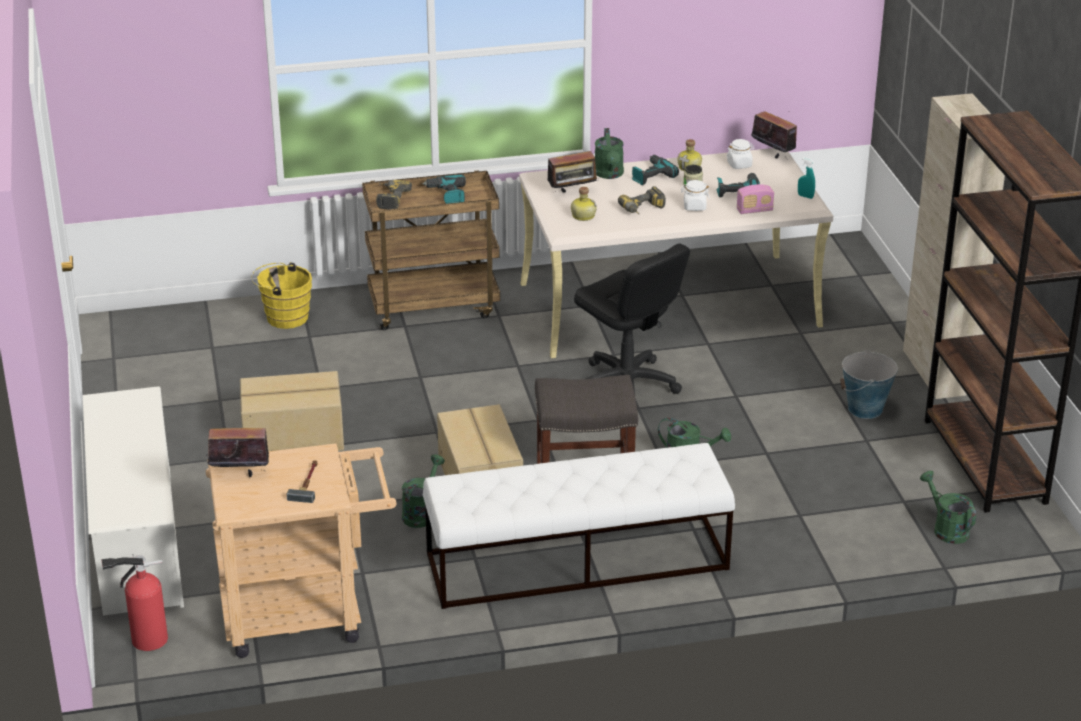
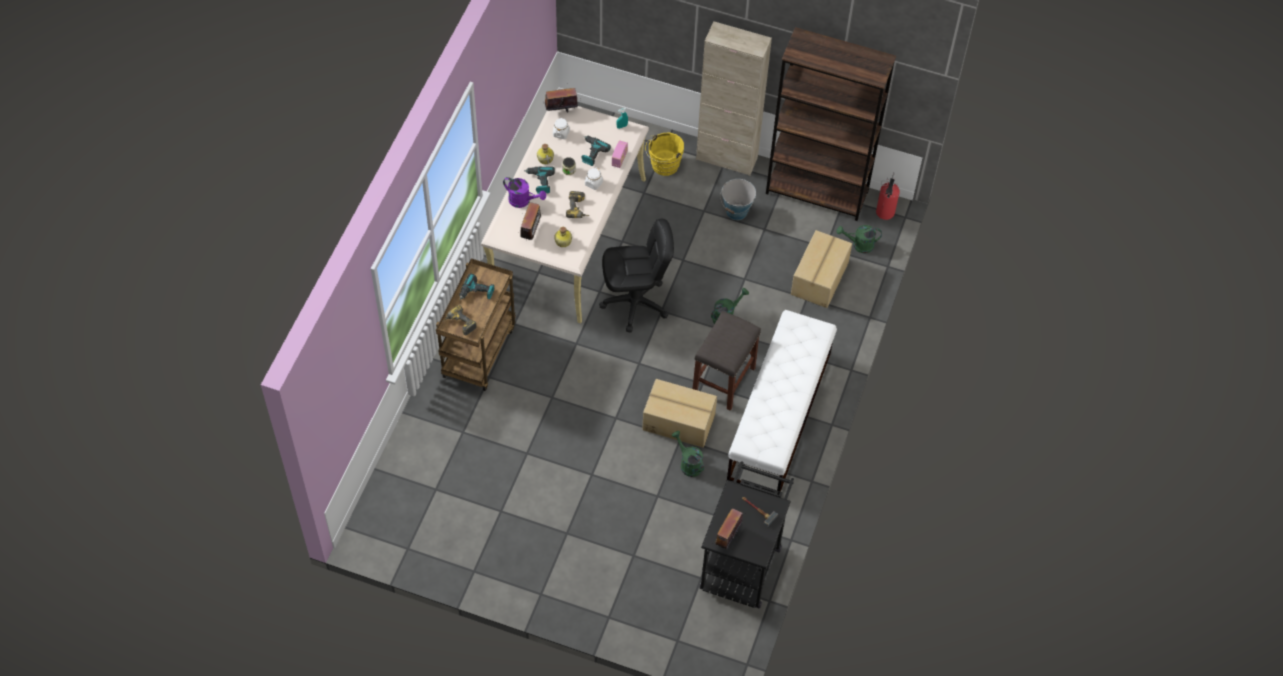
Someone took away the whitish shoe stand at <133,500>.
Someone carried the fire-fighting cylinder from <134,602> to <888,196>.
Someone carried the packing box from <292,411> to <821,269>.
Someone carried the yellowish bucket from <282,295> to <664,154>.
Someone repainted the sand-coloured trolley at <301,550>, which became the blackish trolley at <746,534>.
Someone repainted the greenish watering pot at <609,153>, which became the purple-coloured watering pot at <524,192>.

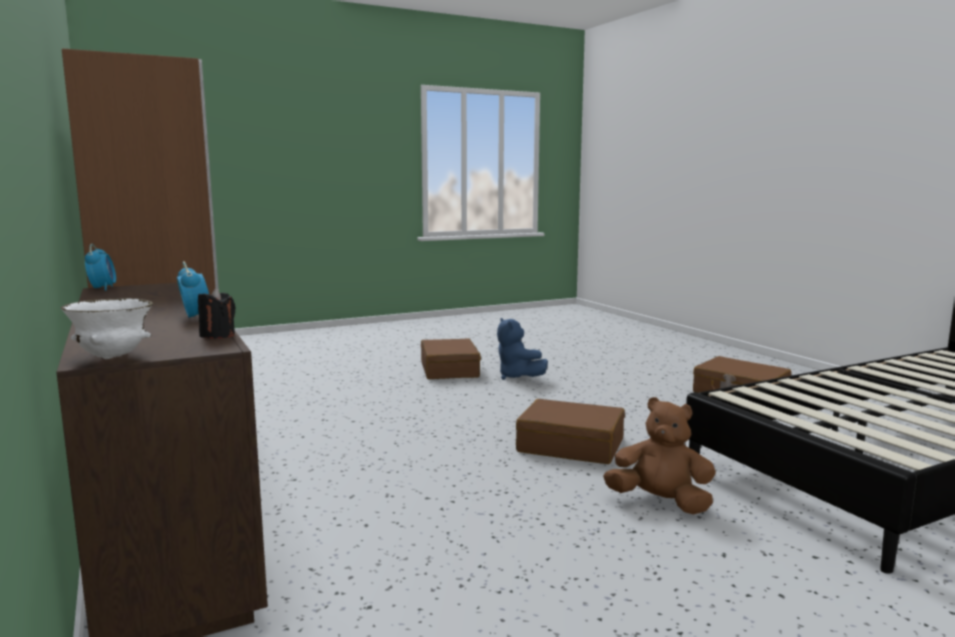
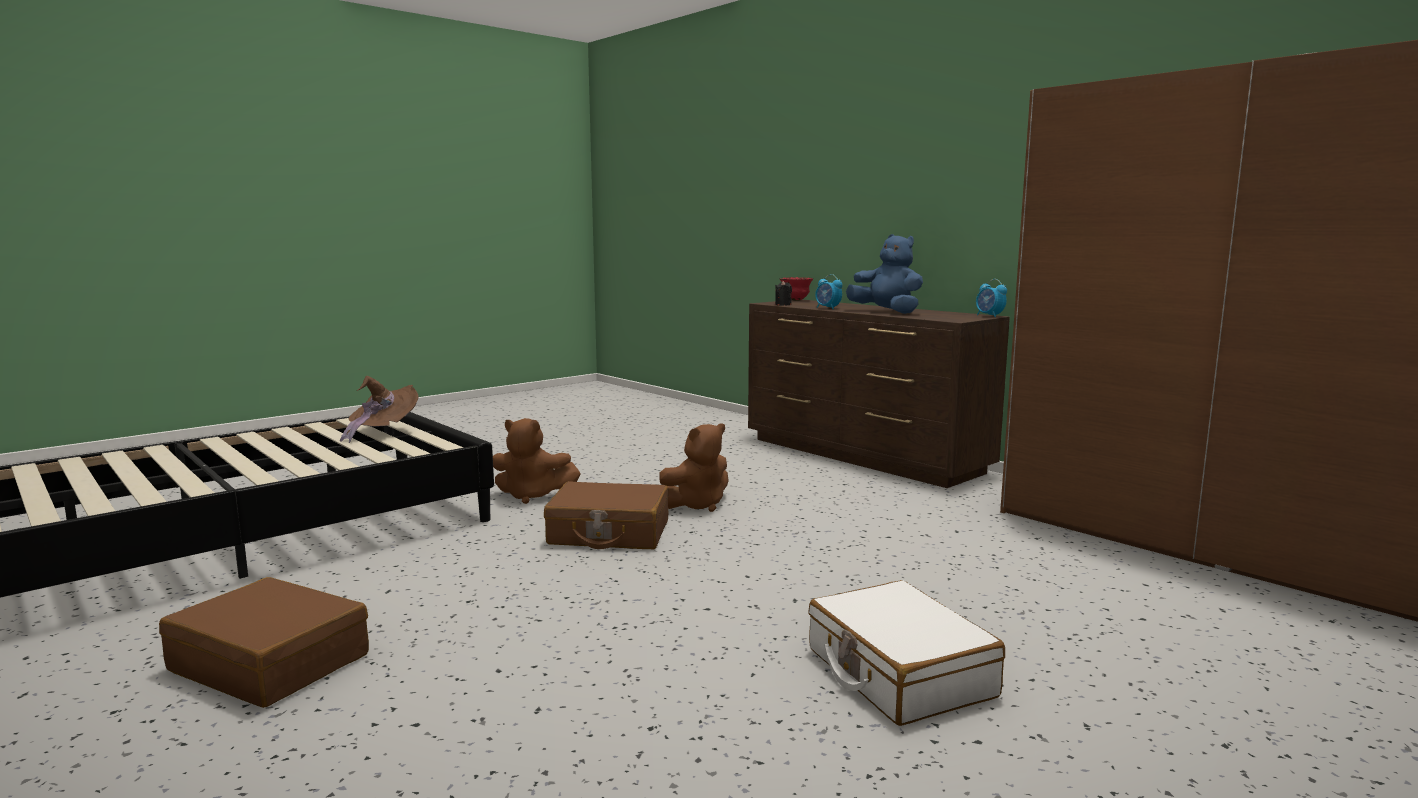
Someone put down the brownish wearable hat at <379,409>.
Someone put down the brownish cuddly toy at <694,467>.
Someone carried the blue cuddly toy from <522,349> to <884,274>.
Someone repainted the whitish bowl at <107,328>, which became the reddish bowl at <796,289>.
Someone repainted the brownish travel case at <451,358>, which became the whitish travel case at <906,653>.

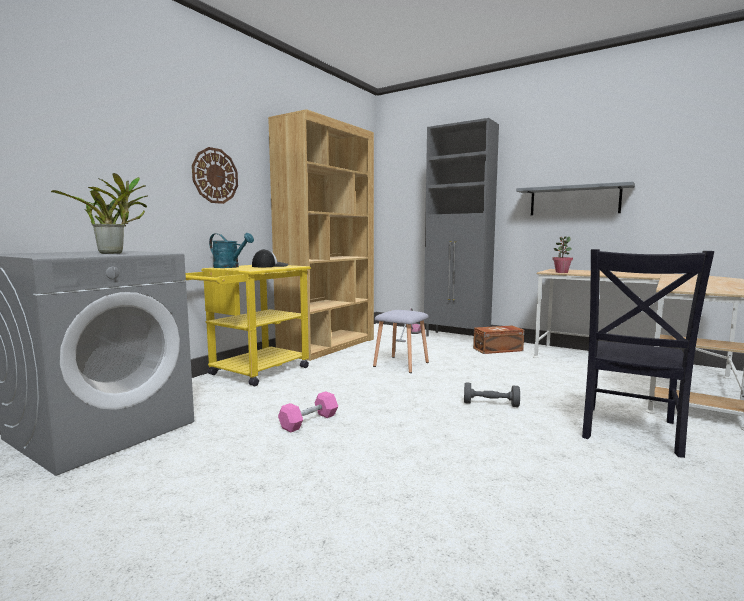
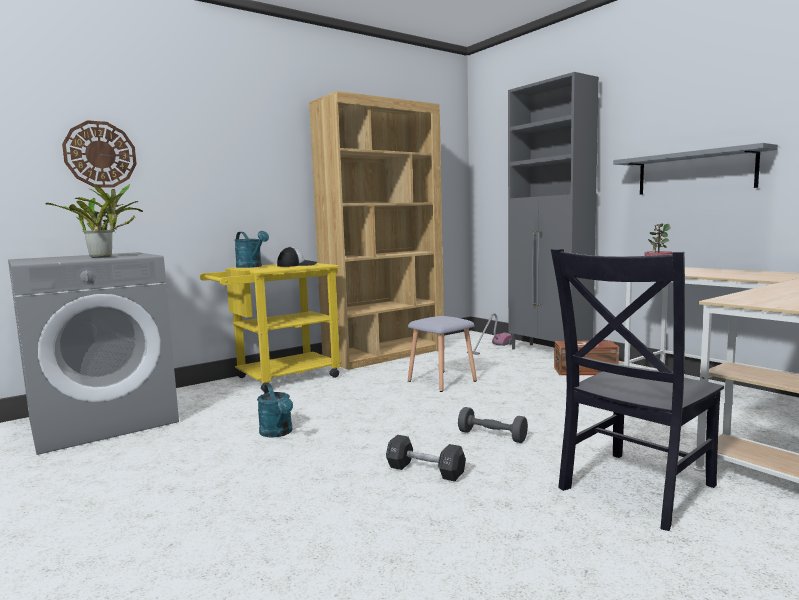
Someone put down the blackish dumbbell at <426,458>.
Someone carried the wall clock from <215,175> to <99,154>.
Someone swapped the pinkish dumbbell at <308,411> for the blue-green watering pot at <275,410>.

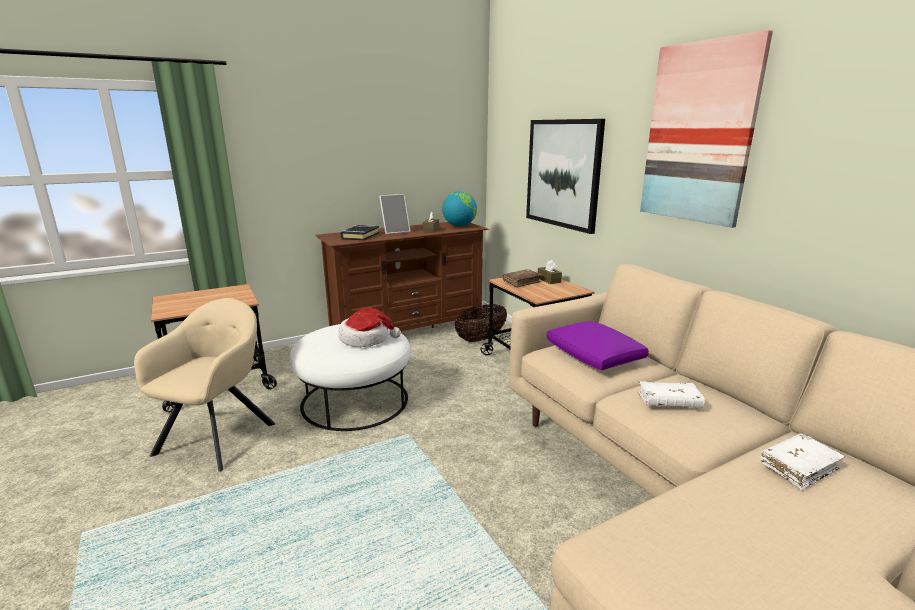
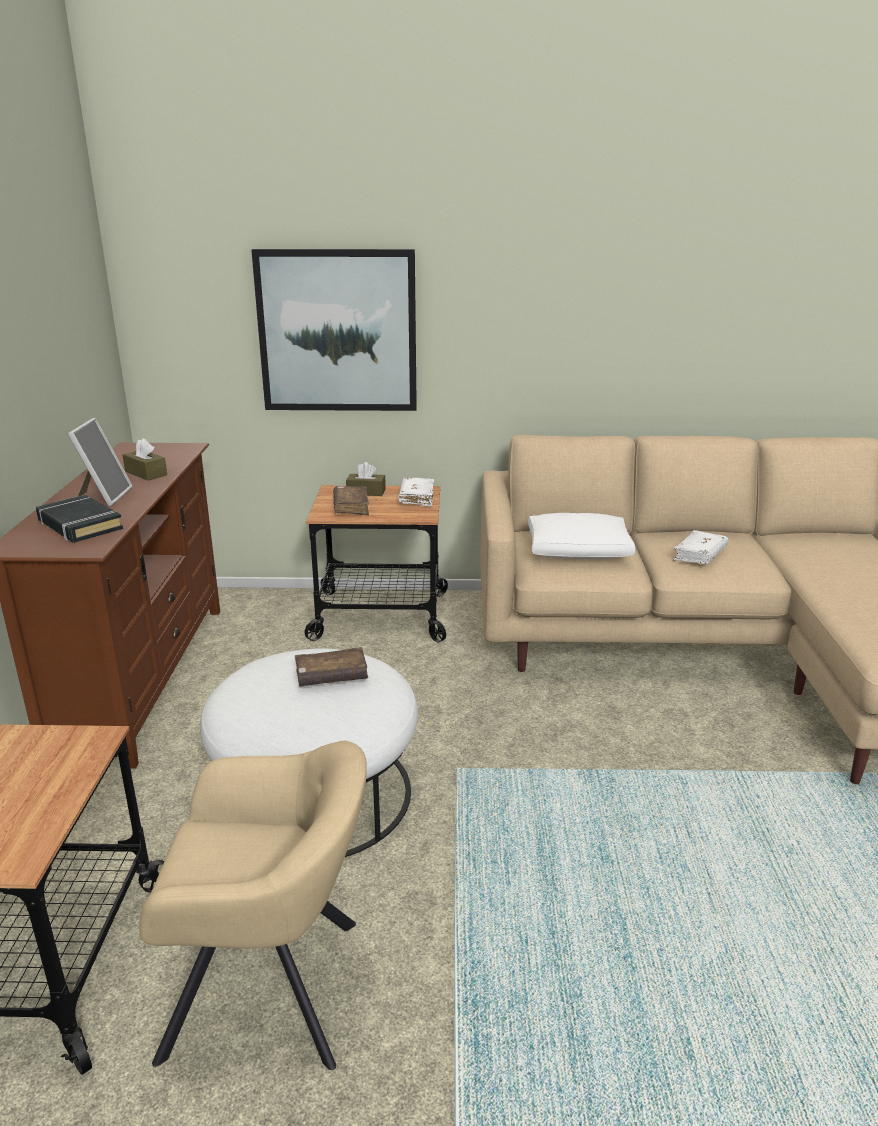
Someone took away the globe at <459,209>.
Someone took away the basket at <480,323>.
Someone took away the wall art at <706,129>.
Someone carried the whitish book from <802,462> to <416,492>.
Someone swapped the wearable hat at <370,327> for the brownish book at <331,666>.
Someone repainted the purple-coloured cushion at <598,345>, which became the whitish cushion at <581,536>.
Someone rotated the sand-coloured lounge chair at <204,385> by 135 degrees clockwise.

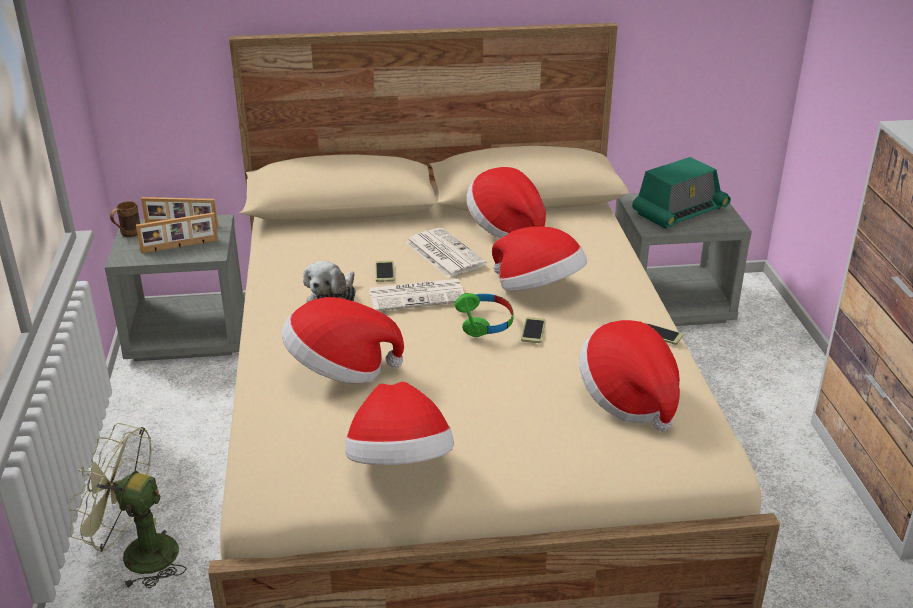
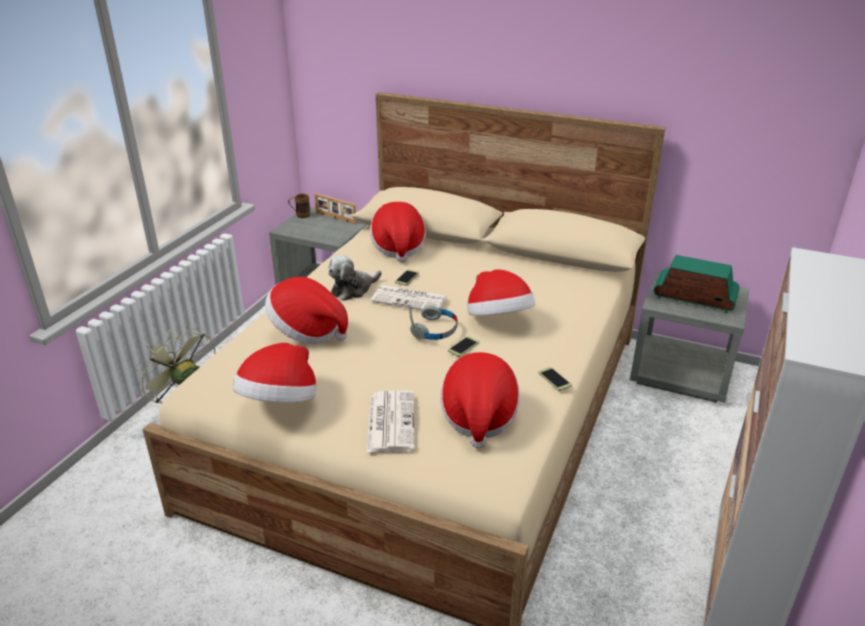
Someone took away the standing frame at <177,232>.
Someone carried the newspaper from <446,253> to <391,421>.
Someone carried the wearable hat from <506,202> to <398,232>.
Someone repainted the greenish headset at <484,315>, which became the grey headset at <433,322>.
Someone rotated the radio at <681,193> by 150 degrees counterclockwise.

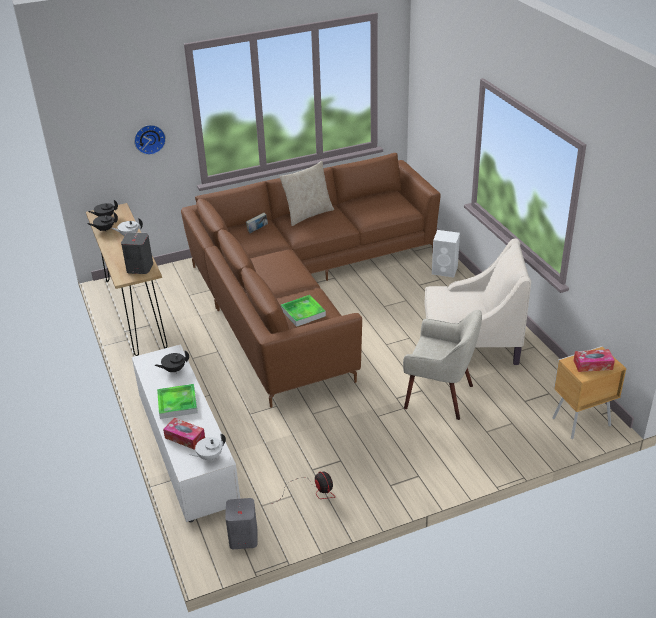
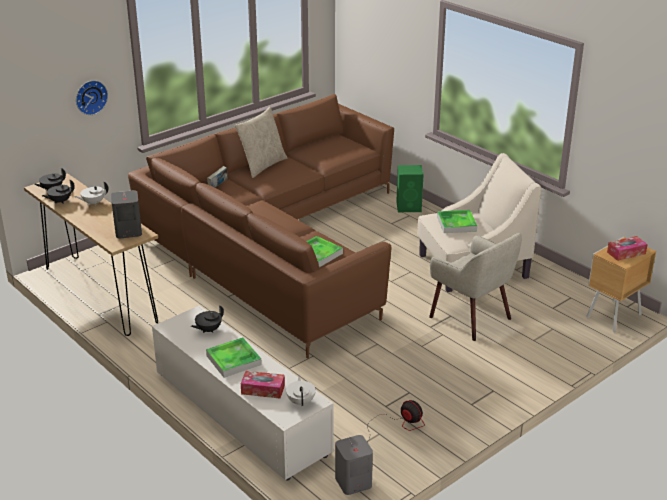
Someone put down the carrying tray at <457,221>.
Someone repainted the whitish audio speaker at <446,254>, which became the greenish audio speaker at <410,188>.
Someone rotated the whitish pot for tea at <208,447> by 135 degrees clockwise.
Someone rotated the sand-coloured lounge chair at <442,365> by 45 degrees clockwise.

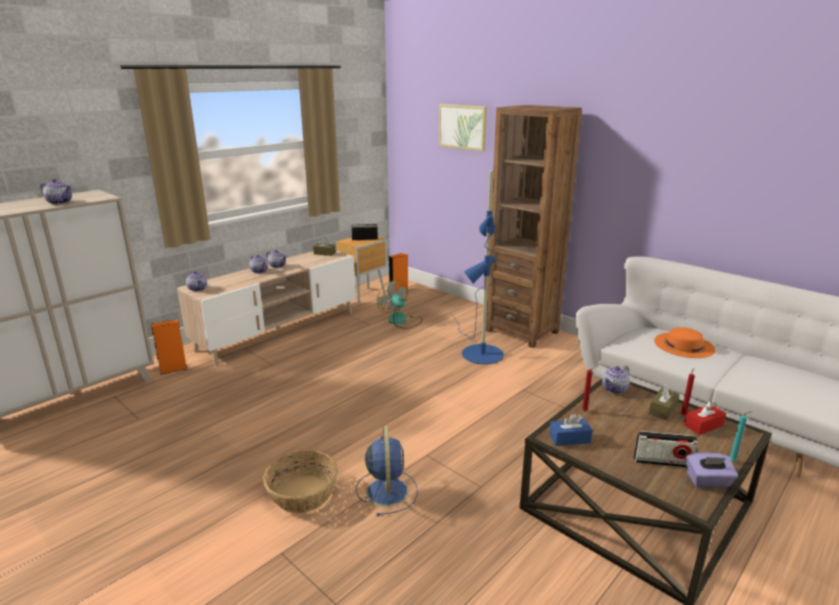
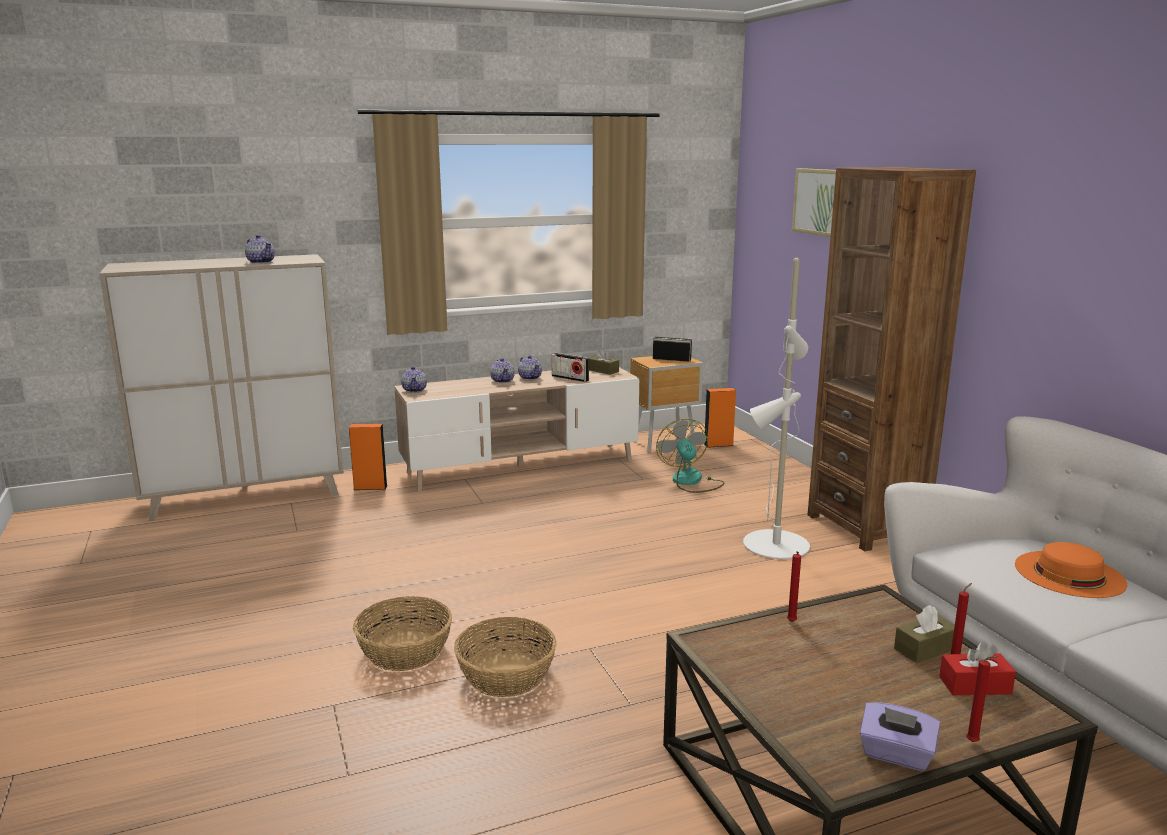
Someone took away the blue tissue holder at <570,429>.
Someone took away the pot for tea at <616,380>.
Someone carried the radio from <666,449> to <570,367>.
Someone swapped the blue electric fan at <387,471> for the basket at <505,657>.
Someone repainted the blue floor lamp at <477,267>, which became the whitish floor lamp at <776,408>.
Someone repainted the blue-green wax candle at <740,436>, which became the reddish wax candle at <982,699>.

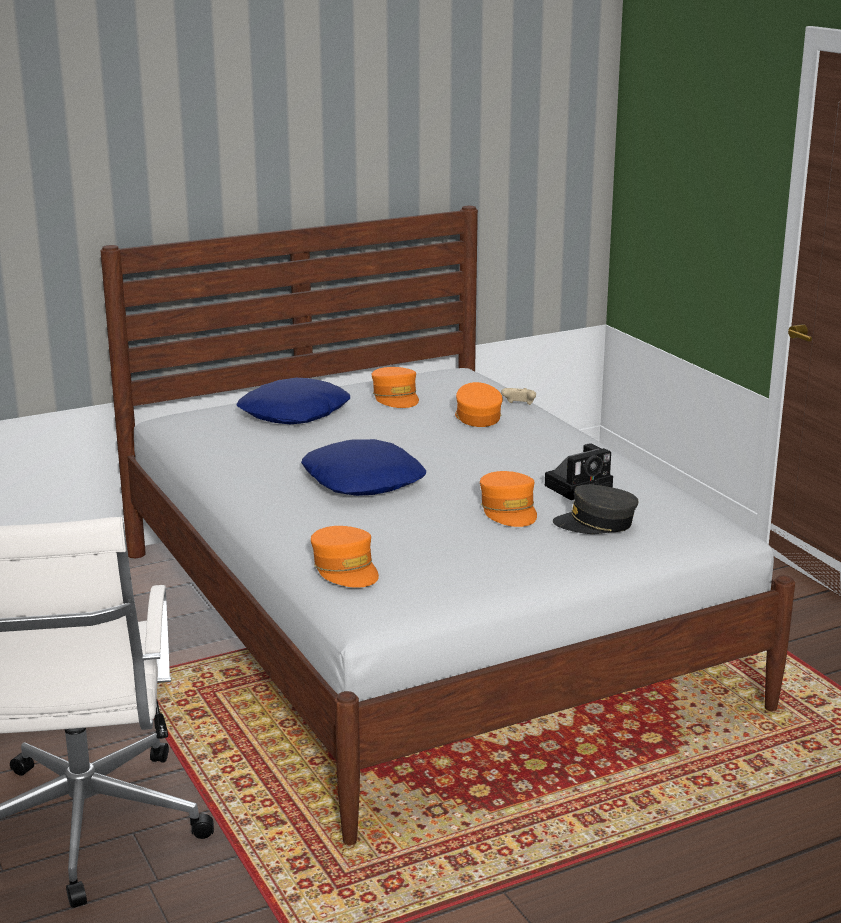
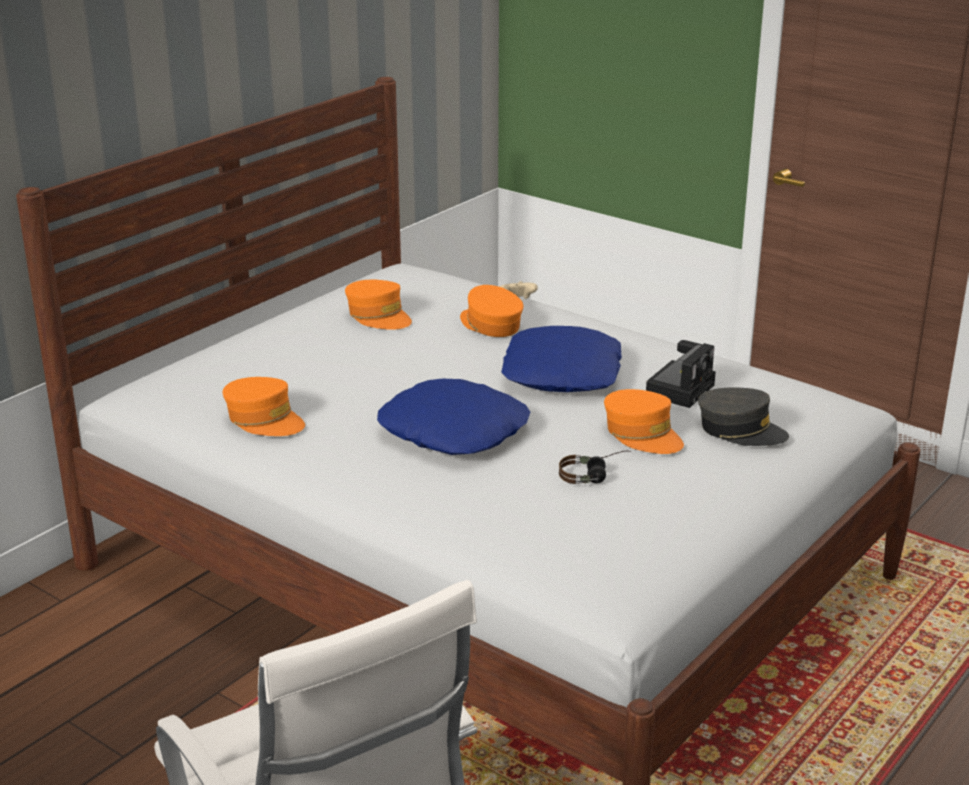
Someone put down the headset at <595,467>.
Someone carried the blue cushion from <293,401> to <561,359>.
Someone carried the orangey baseball cap from <345,557> to <264,406>.
Someone rotated the grey baseball cap at <596,509> by 135 degrees counterclockwise.

